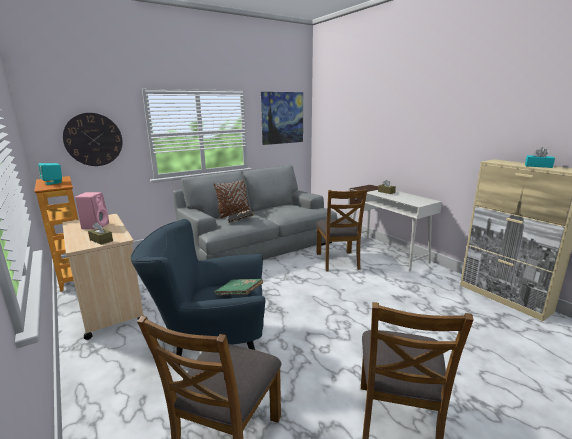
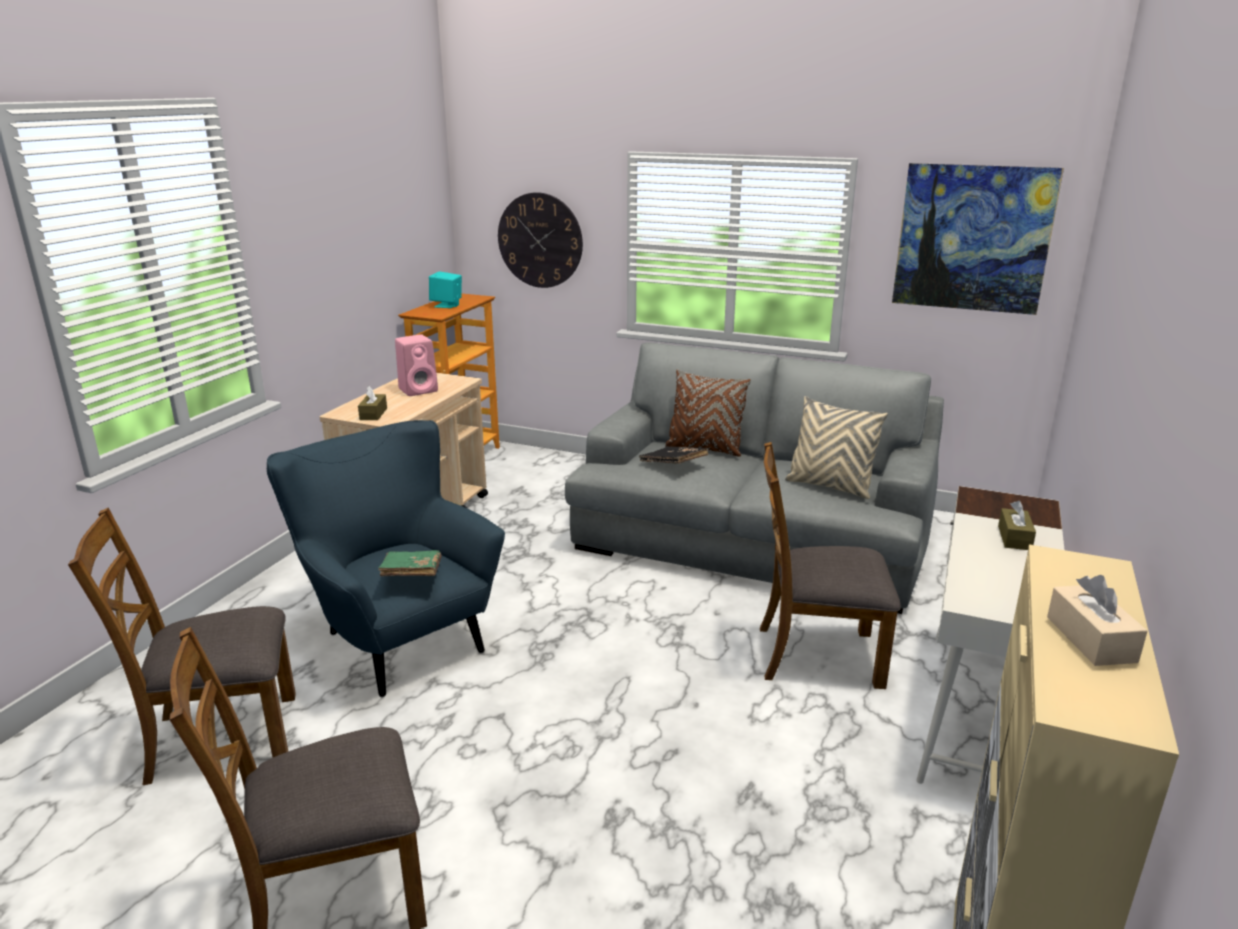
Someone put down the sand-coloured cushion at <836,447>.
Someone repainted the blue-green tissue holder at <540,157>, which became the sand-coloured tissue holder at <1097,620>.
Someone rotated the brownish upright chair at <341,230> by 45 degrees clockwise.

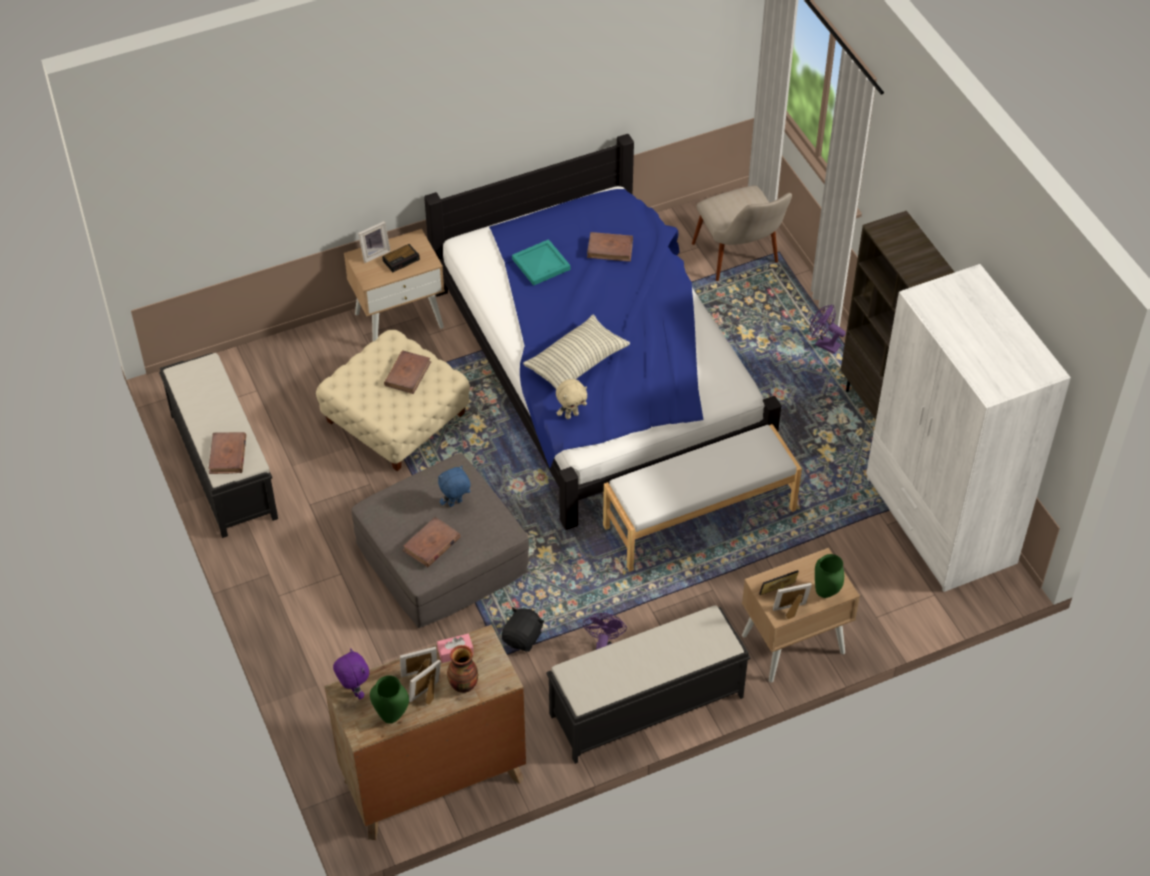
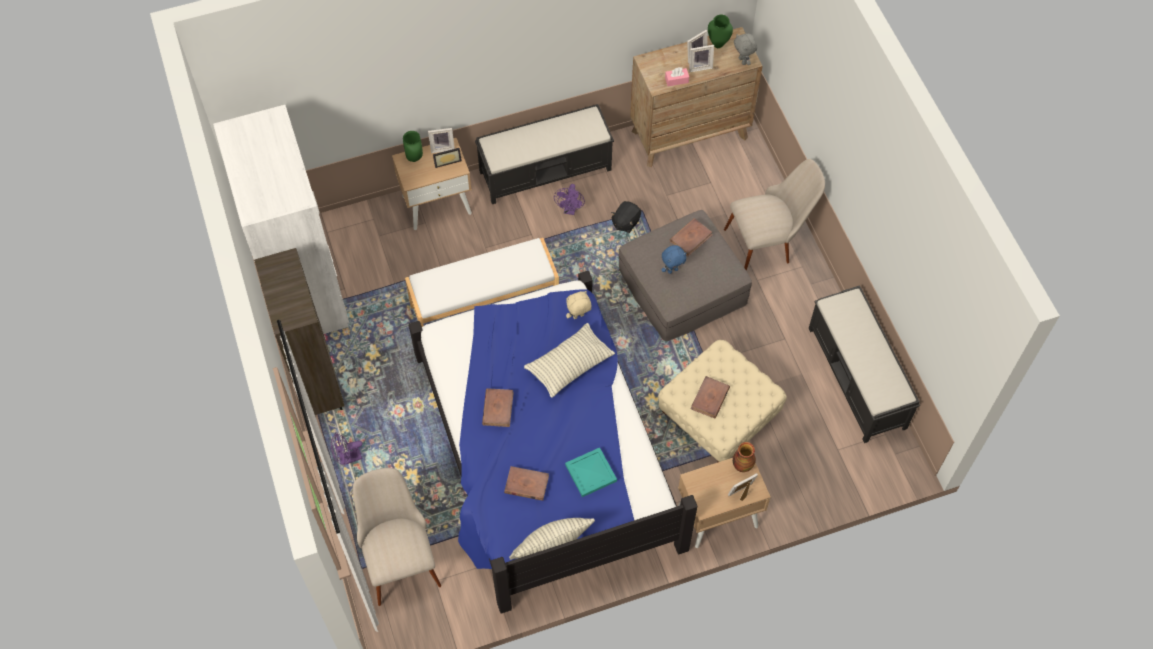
Someone took away the table clock at <401,258>.
Someone put down the cushion at <552,539>.
Someone put down the sand-coloured upright chair at <774,215>.
Someone carried the brownish book from <227,453> to <498,407>.
Someone carried the vase from <462,669> to <744,457>.
Someone repainted the purple-coloured cuddly toy at <351,673>, which became the grey cuddly toy at <745,49>.
Someone rotated the purple-coloured electric fan at <828,329> by 120 degrees clockwise.

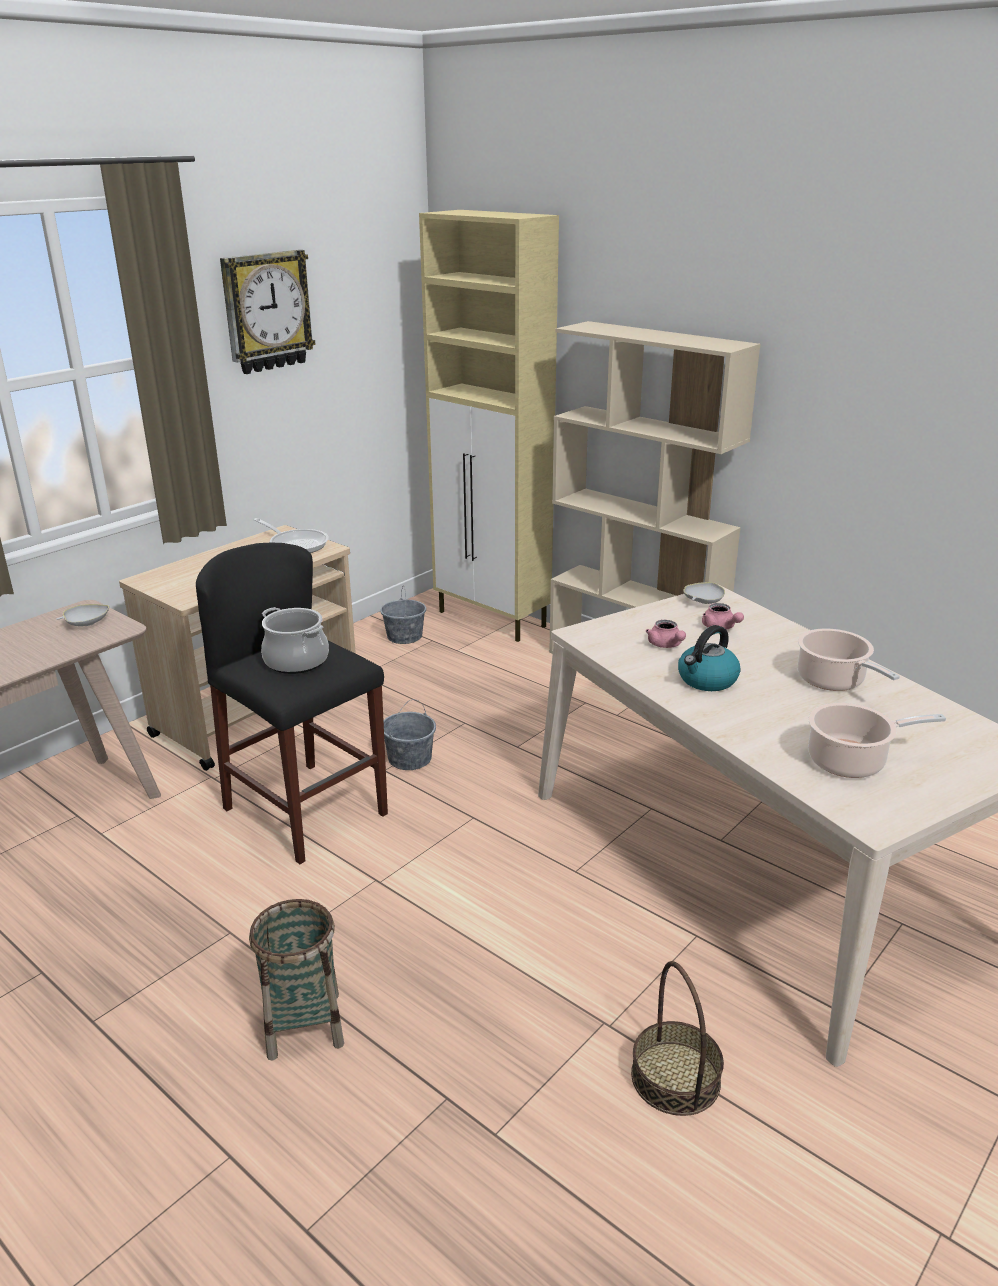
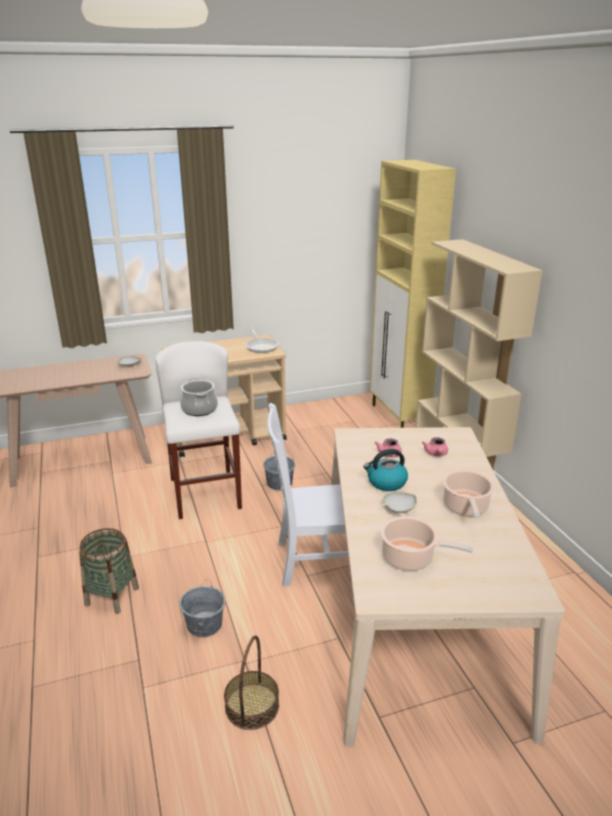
Someone took away the wall clock at <268,312>.
Someone put down the whitish upright chair at <307,495>.
Someone carried the grey bucket from <403,615> to <202,608>.
Someone carried the whitish bowl from <704,593> to <399,502>.
Someone repainted the blackish sitting stool at <292,703>, which became the whitish sitting stool at <198,430>.

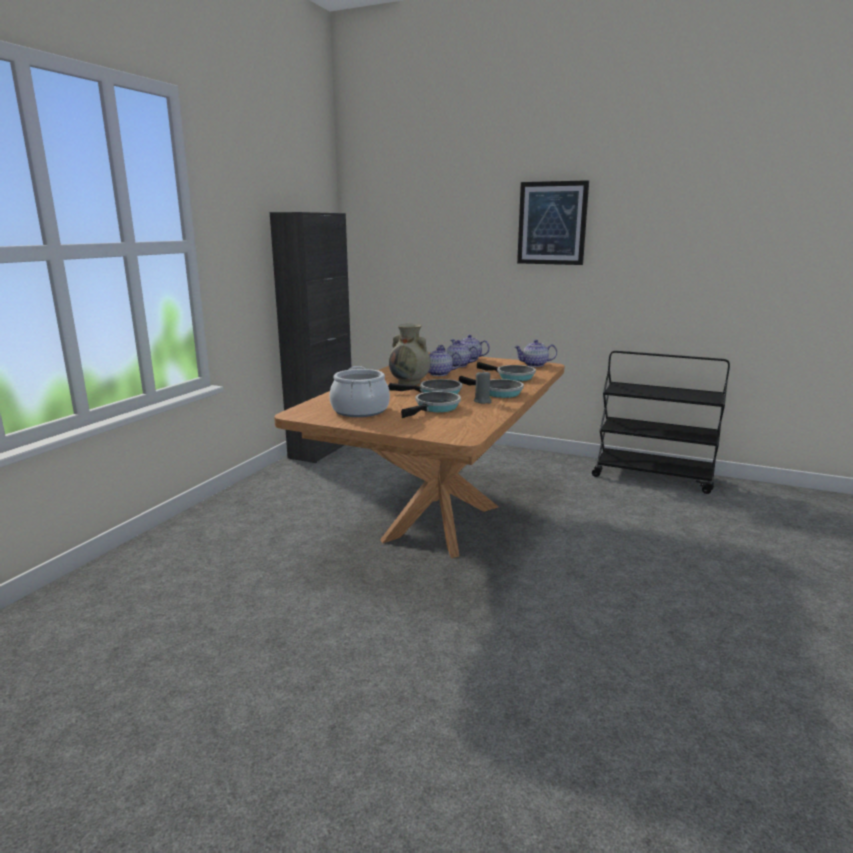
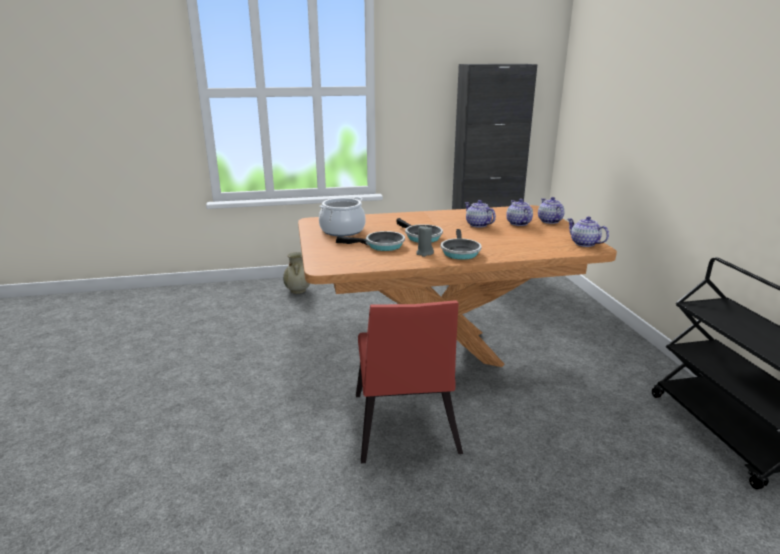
Someone took away the skillet at <506,371>.
Someone took away the wall art at <553,222>.
Someone put down the reddish upright chair at <409,381>.
Someone carried the sand-coloured vase from <409,354> to <296,273>.

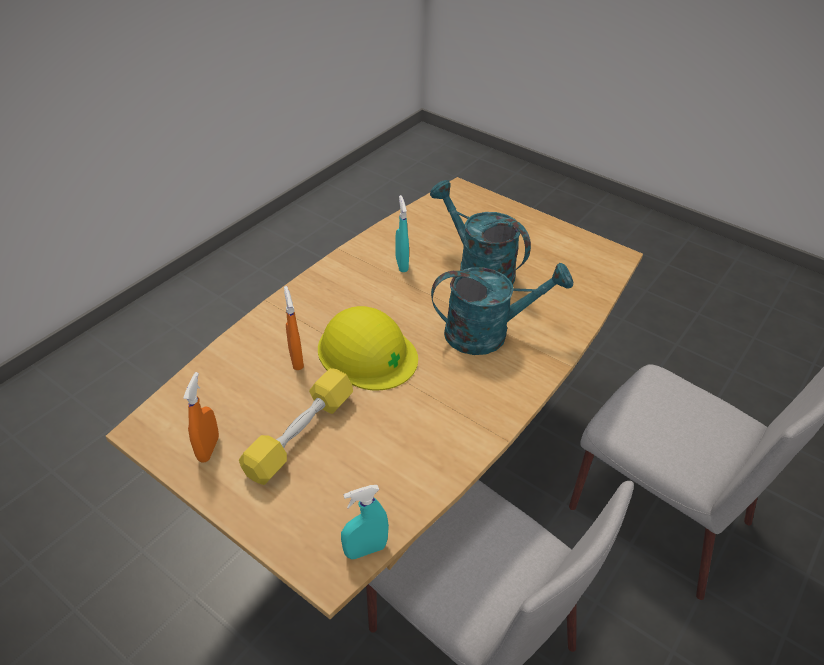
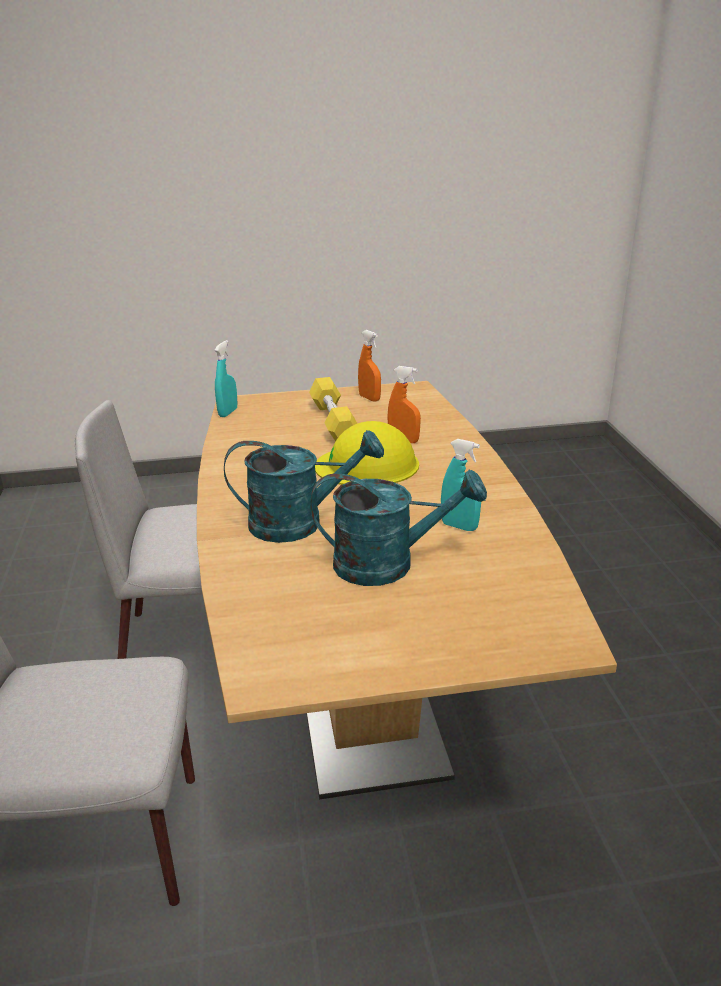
Someone rotated the blue-green watering pot at <502,309> by 135 degrees counterclockwise.

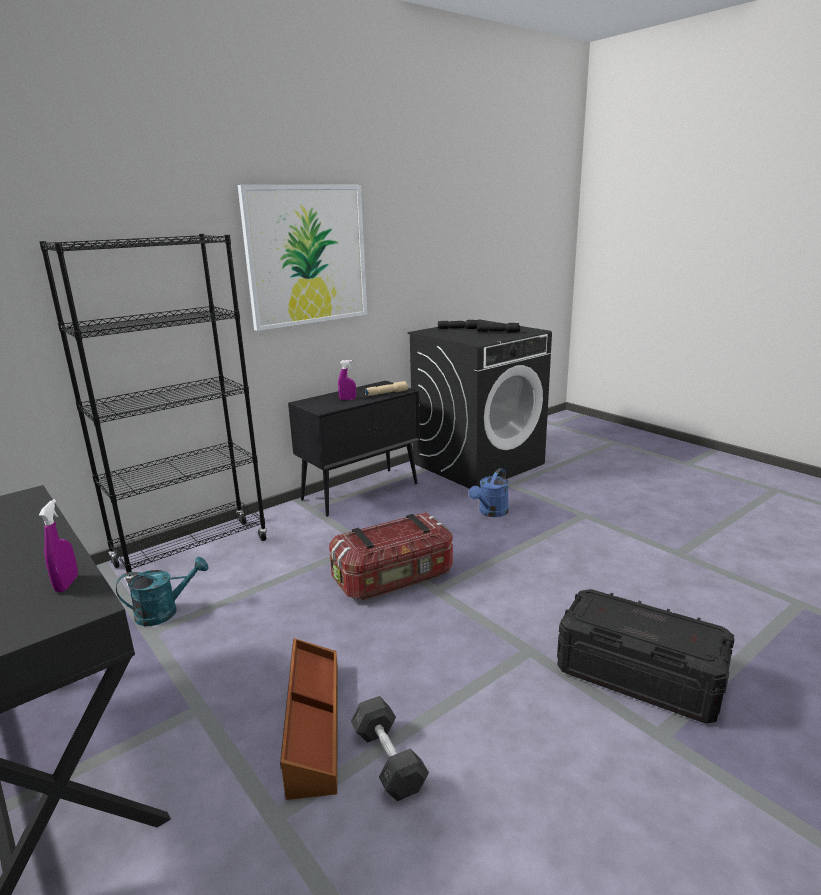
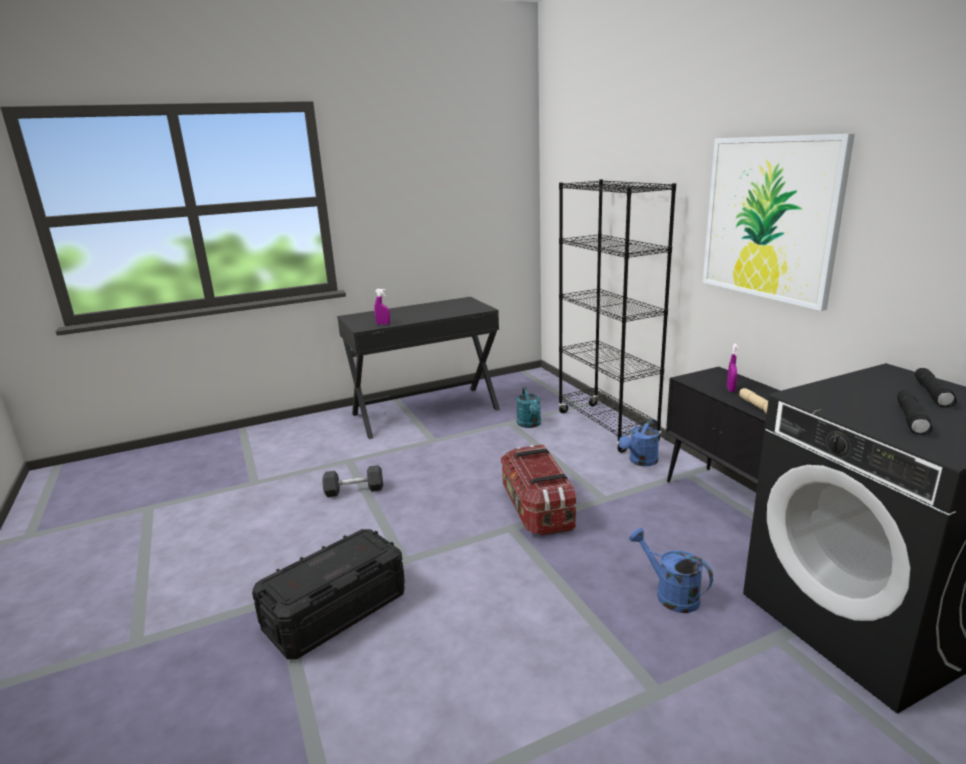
Someone took away the brownish storage box at <309,719>.
Someone put down the blue watering pot at <639,442>.

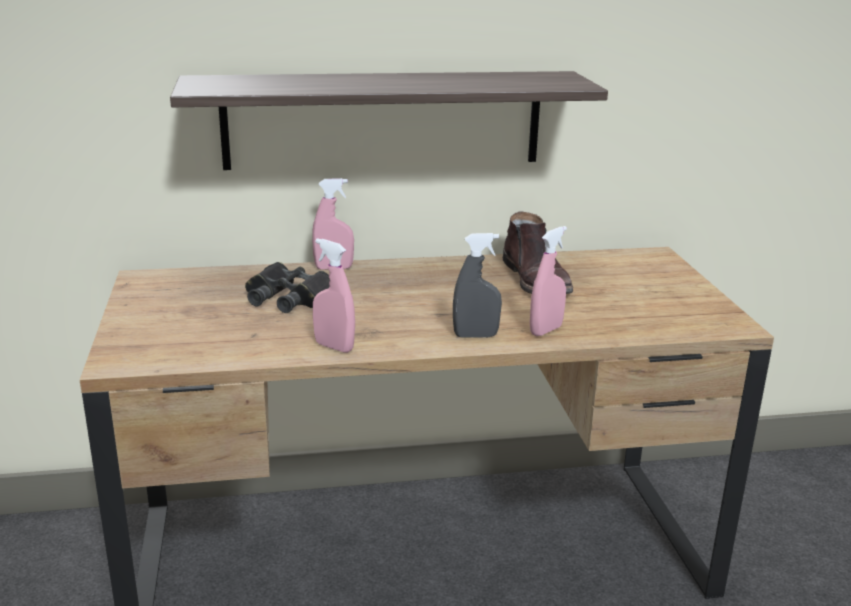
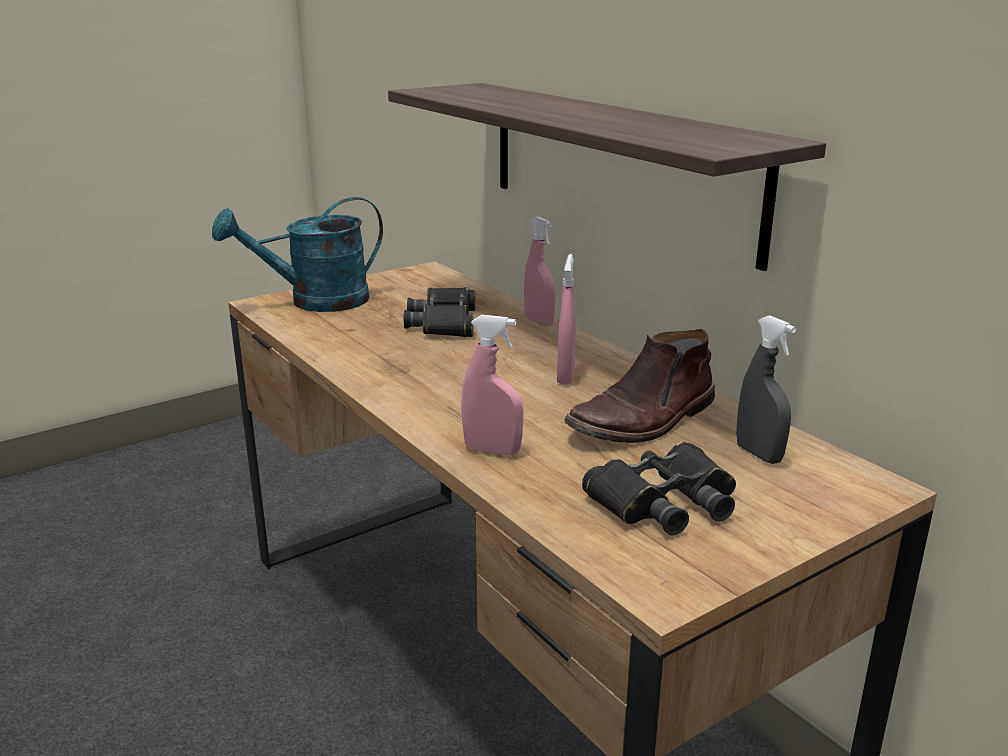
Someone put down the blue-green watering pot at <297,254>.
Someone put down the blackish binoculars at <659,488>.
Someone carried the pinkish sprayer from <334,295> to <566,319>.
Someone carried the grey sprayer from <477,285> to <766,389>.

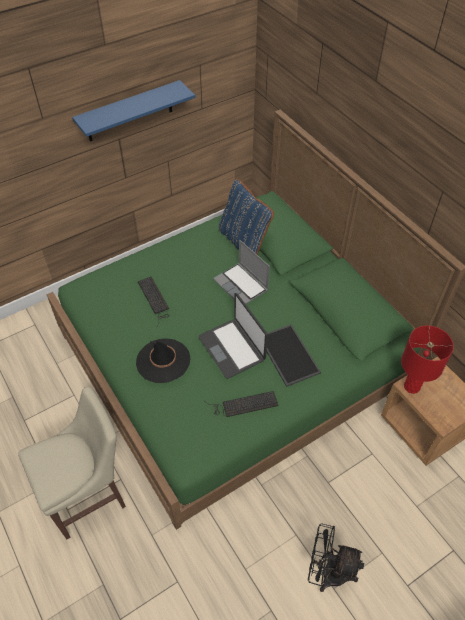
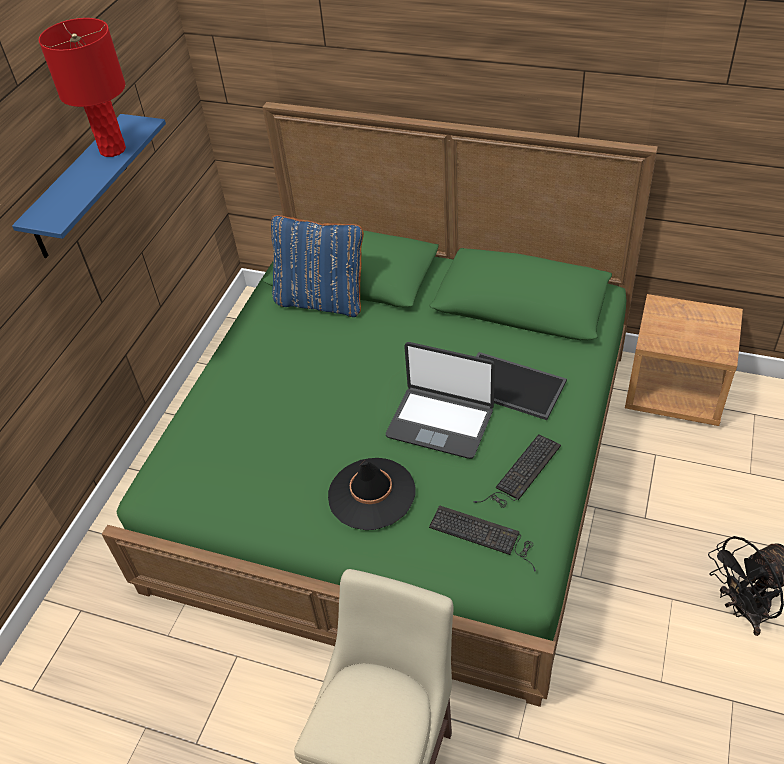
Someone took away the notebook computer at <241,272>.
Someone carried the PC keyboard from <153,302> to <482,538>.
Someone carried the reddish lamp for a table from <427,360> to <82,87>.

